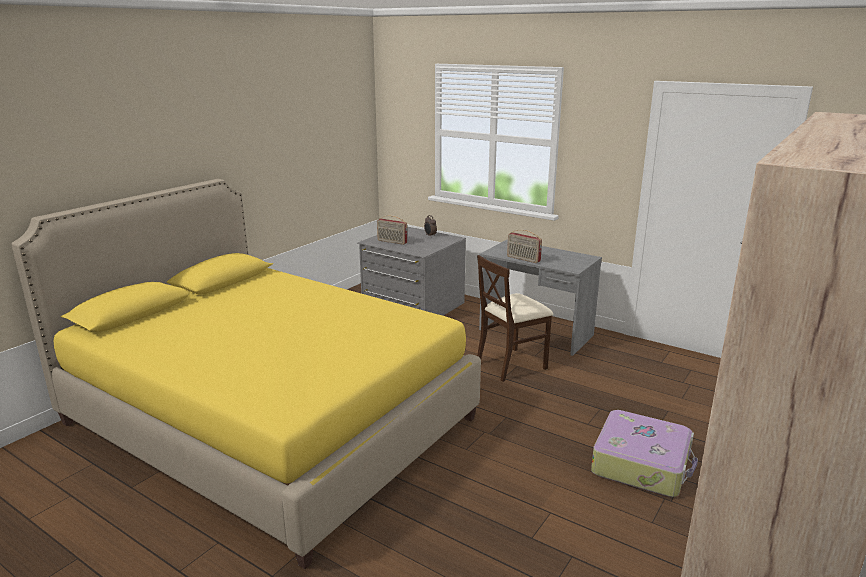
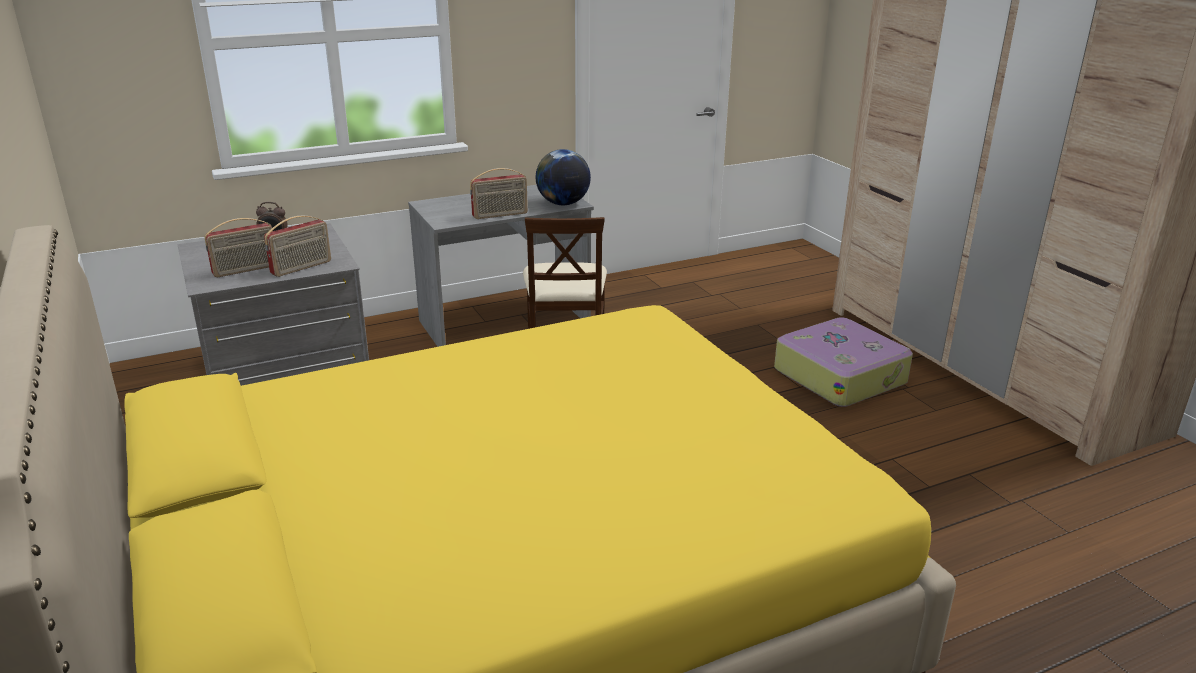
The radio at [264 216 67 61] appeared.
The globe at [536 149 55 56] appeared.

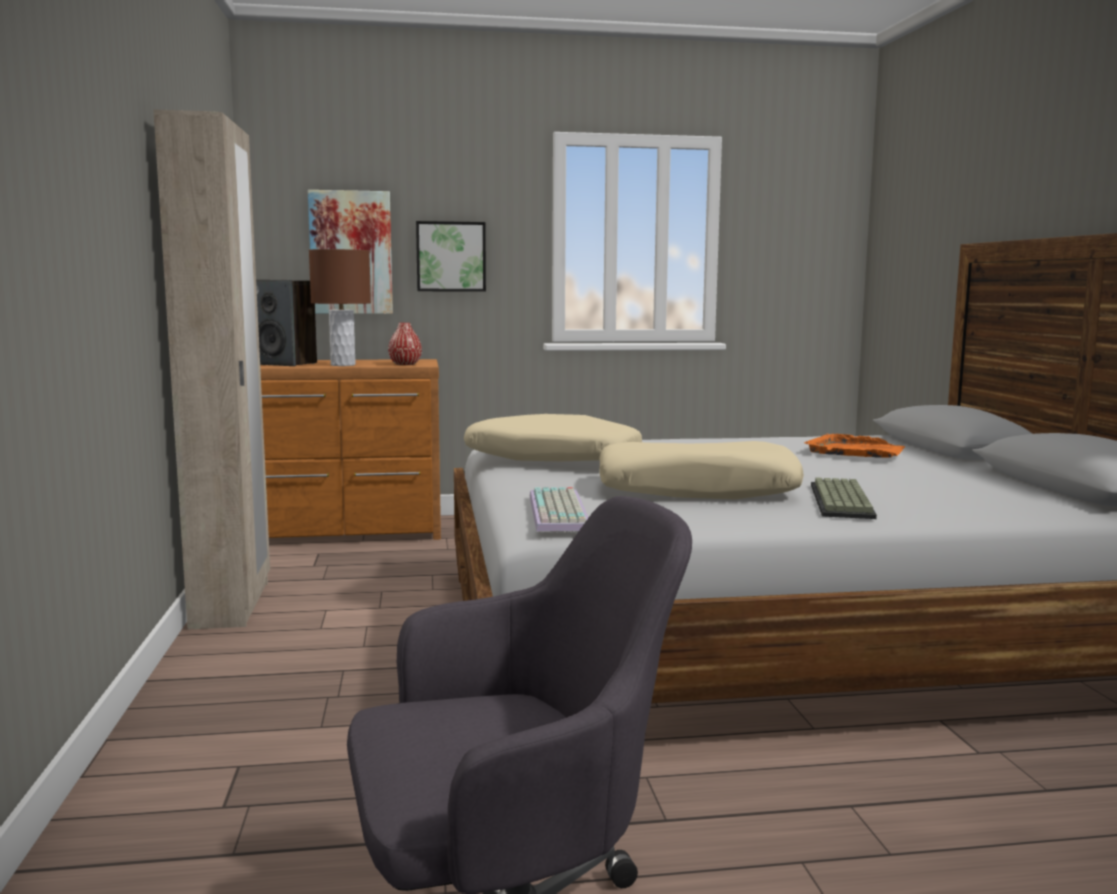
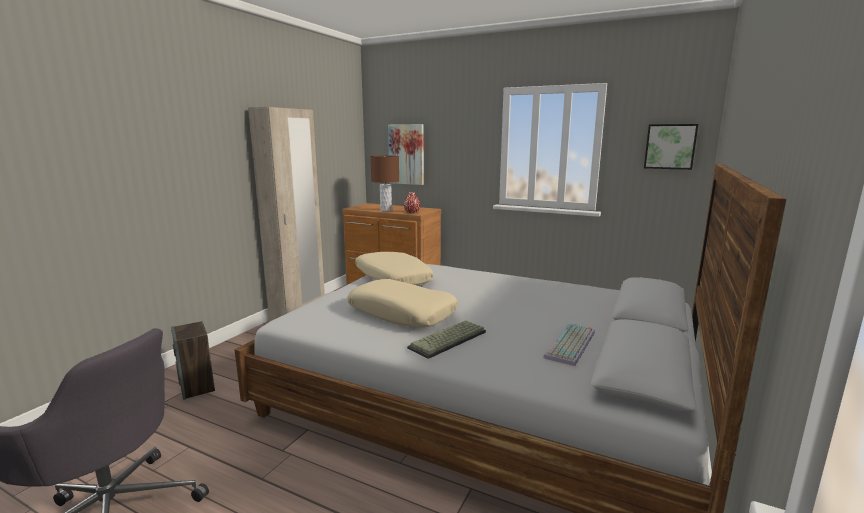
The enceinte moved from [256 279 61 87] to [171 321 44 79].
The tableau moved from [416 221 70 71] to [644 124 54 46].
The clavier moved from [530 487 59 45] to [543 323 52 43].
The plateau [orange] at [804 433 101 25] disappeared.

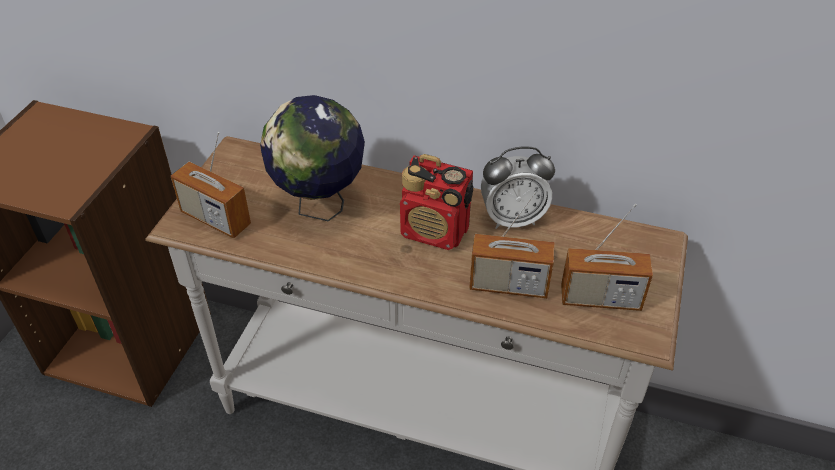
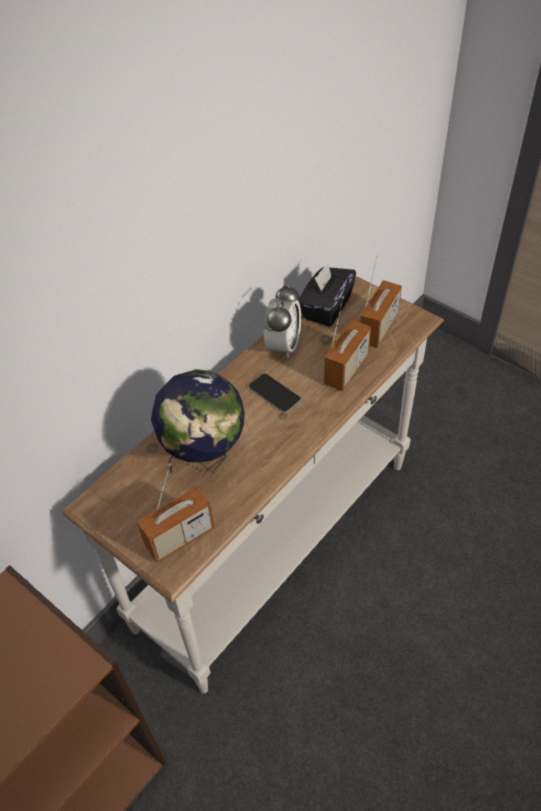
The radio at [400 154 73 96] was replaced by the téléphone at [249 373 52 40].
The boîte à mouchoirs [noir] at [298 262 58 65] appeared.

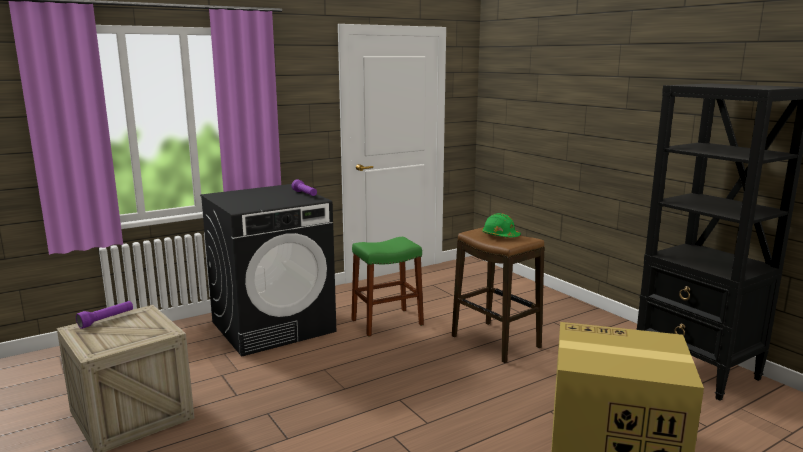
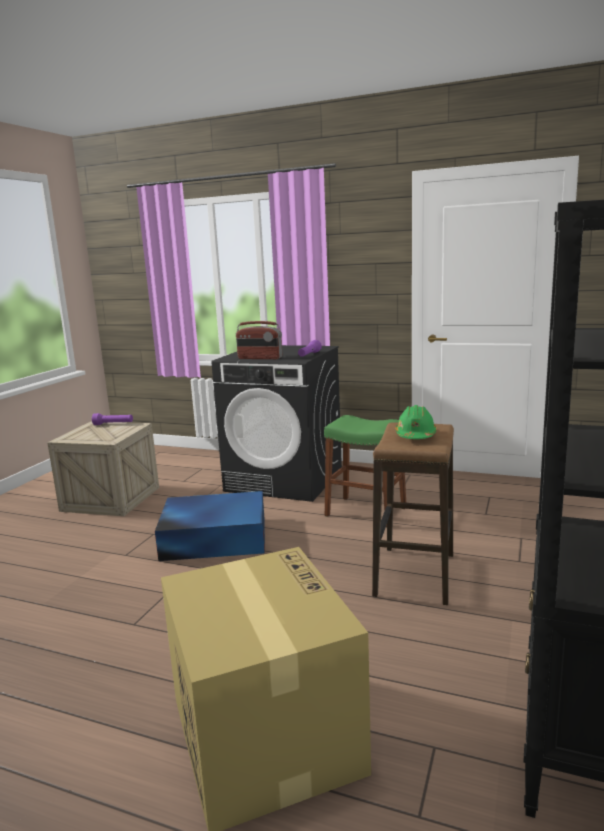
The boîte de rangement [bleu] at [155 491 110 70] appeared.
The radio at [236 321 46 38] appeared.

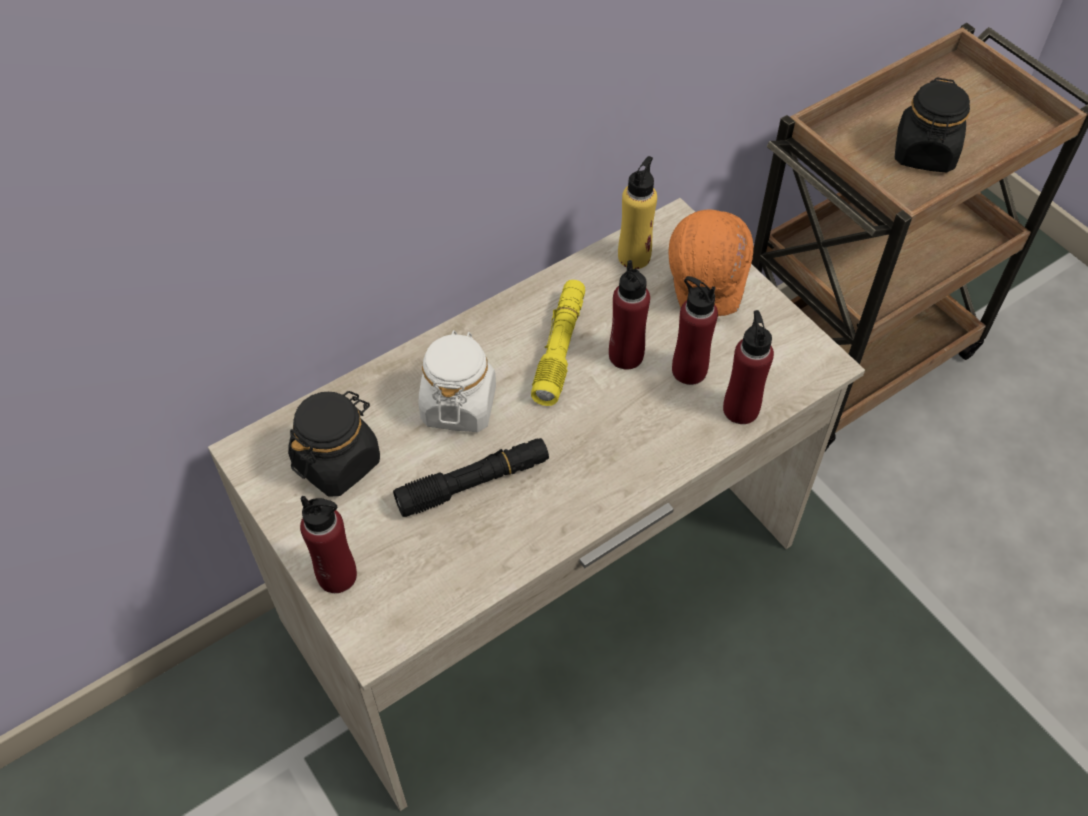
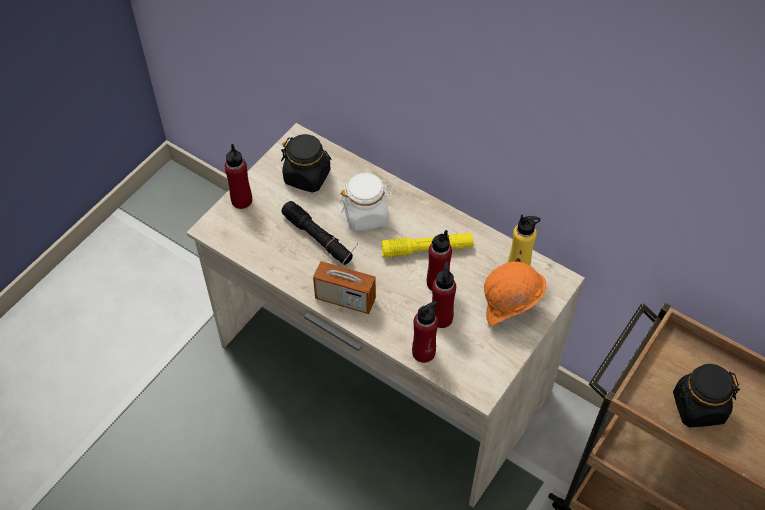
The radio at [313 243 63 71] appeared.

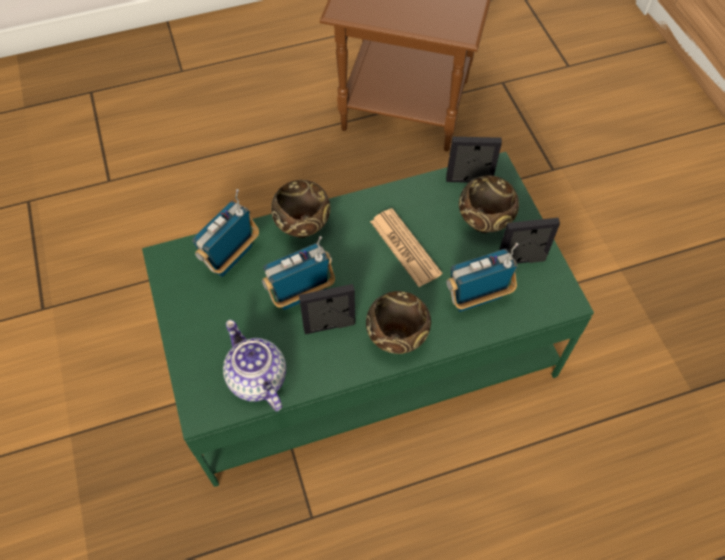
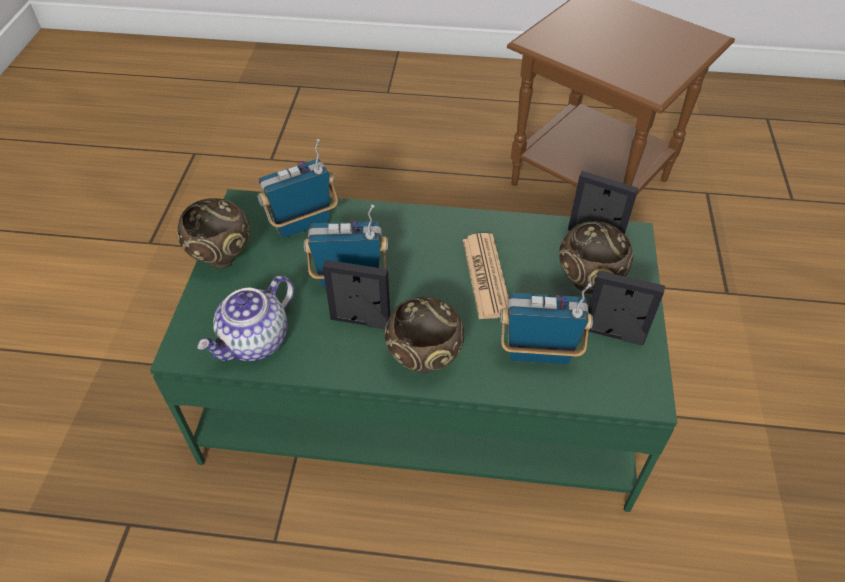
The théière at [223 320 63 92] turned 135 degrees counterclockwise.
The bol [marron] moved from [271 180 60 58] to [177 198 73 71].

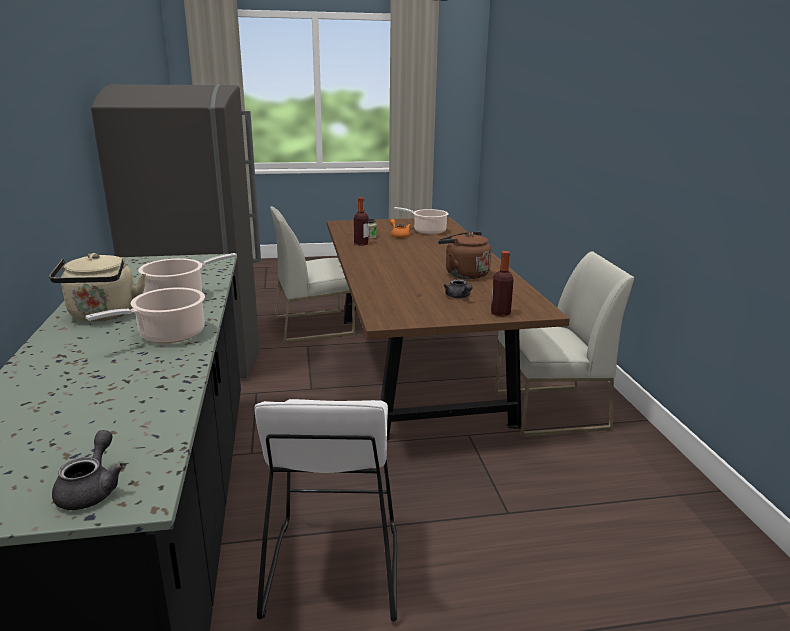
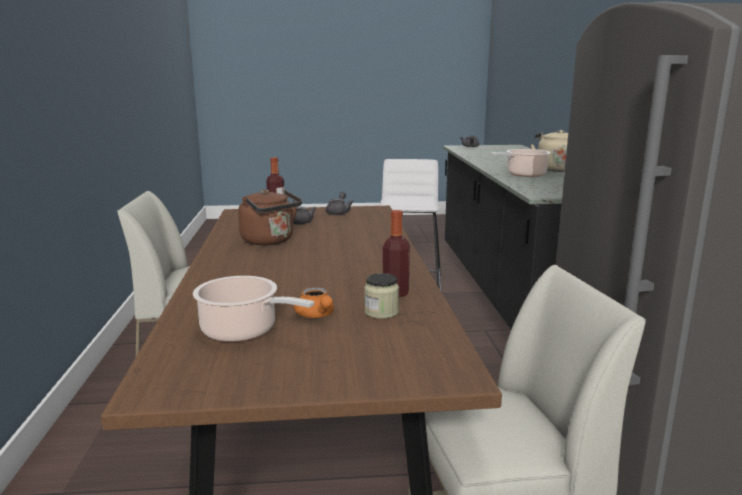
The marmite at [85 287 120 56] disappeared.
The théière [gris] at [326 192 28 23] appeared.

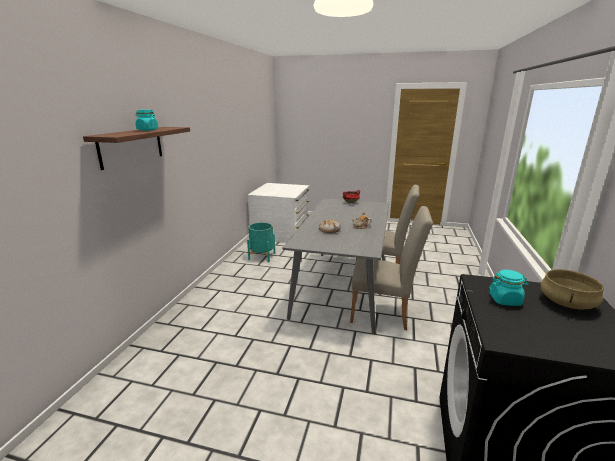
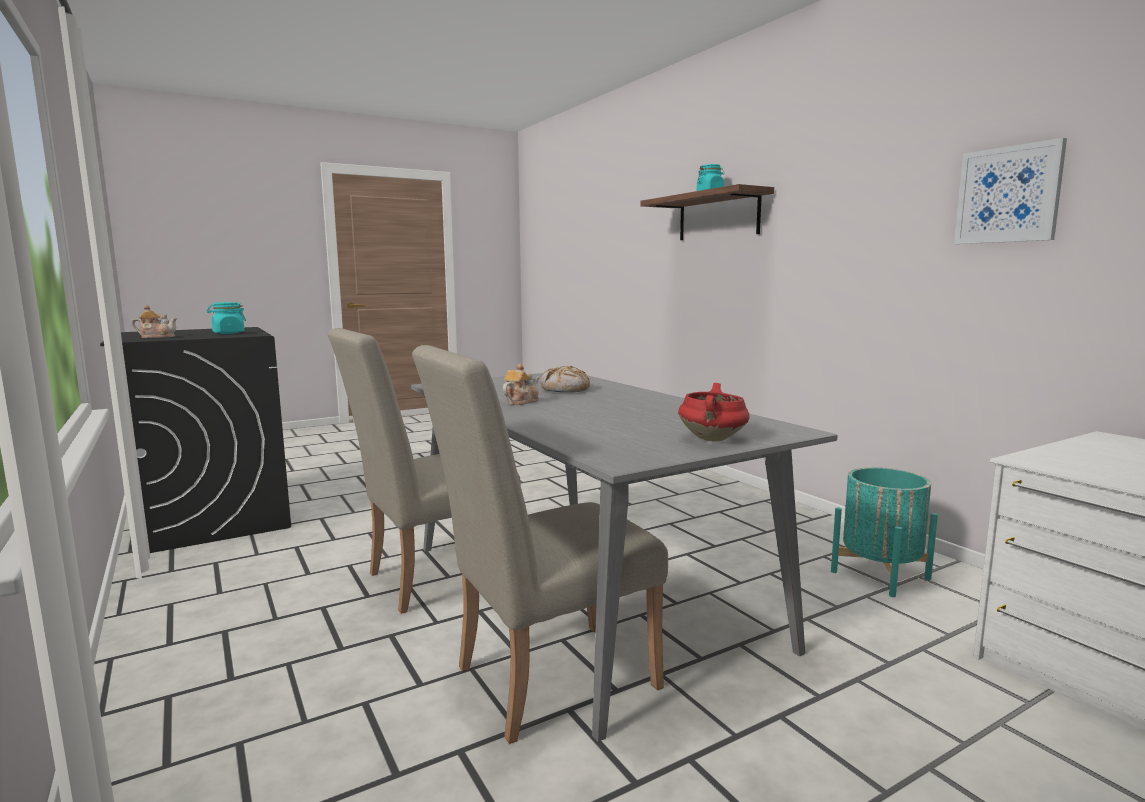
The marmite [beige] at [541 269 63 40] was replaced by the théière at [132 305 45 33].
The tableau at [954 138 113 106] appeared.

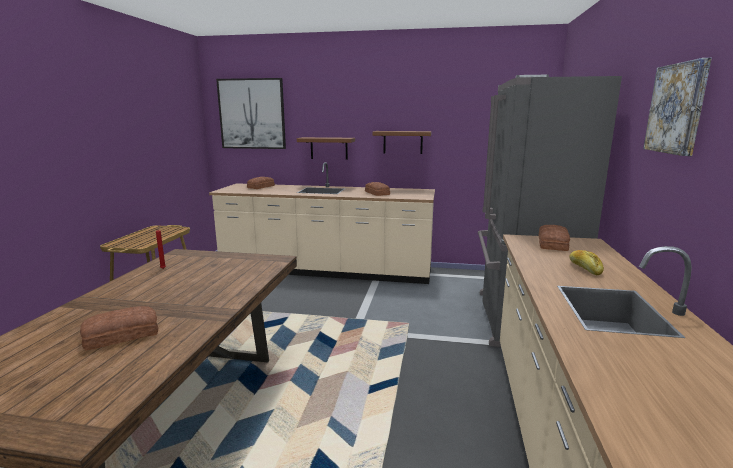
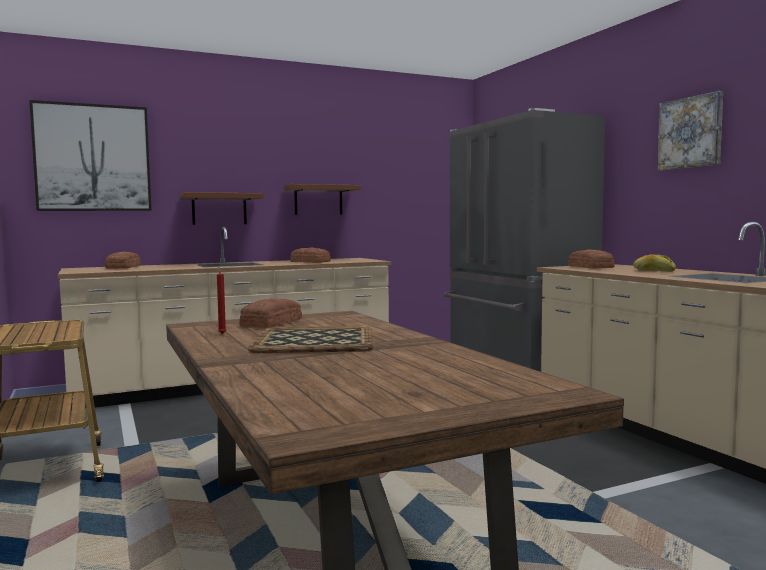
The pain moved from [80 306 78 45] to [239 298 63 30].
The plateau at [248 326 125 27] appeared.

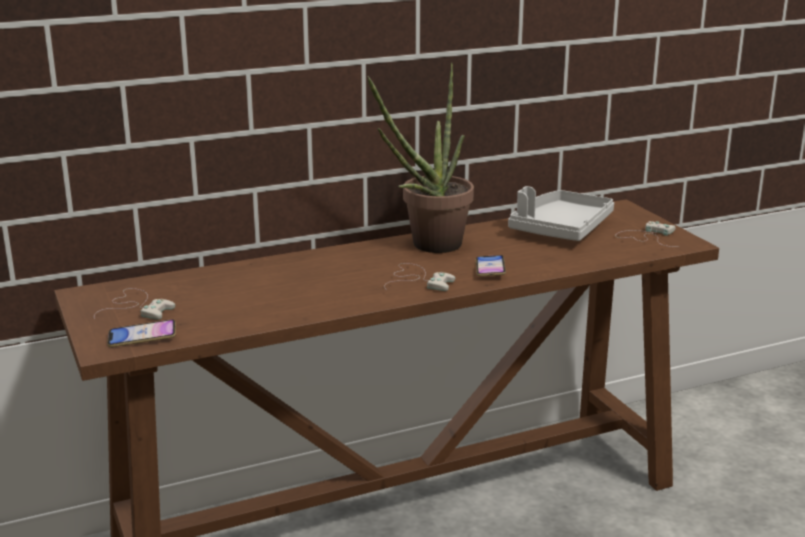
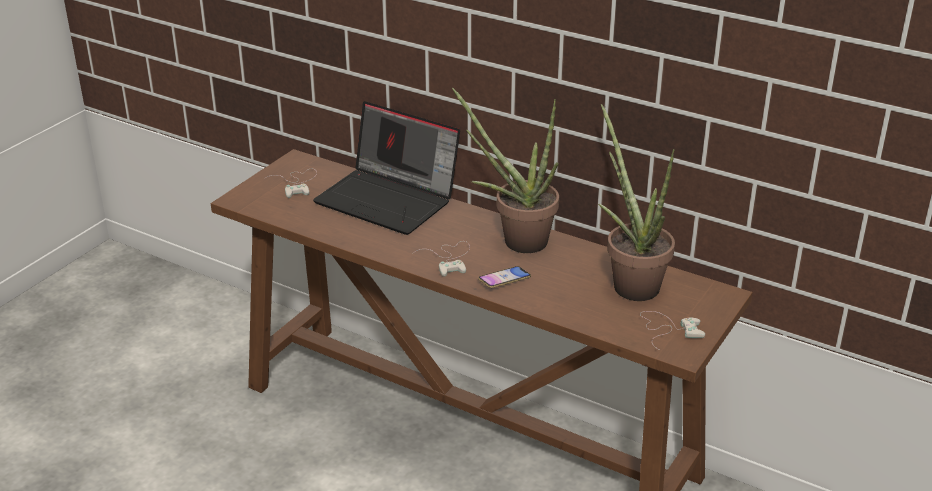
The téléphone at [107 319 69 28] disappeared.
The plateau [gris] at [508 186 106 55] was replaced by the plante en pot at [598 104 77 197].
The ordinateur portable at [313 101 147 134] appeared.

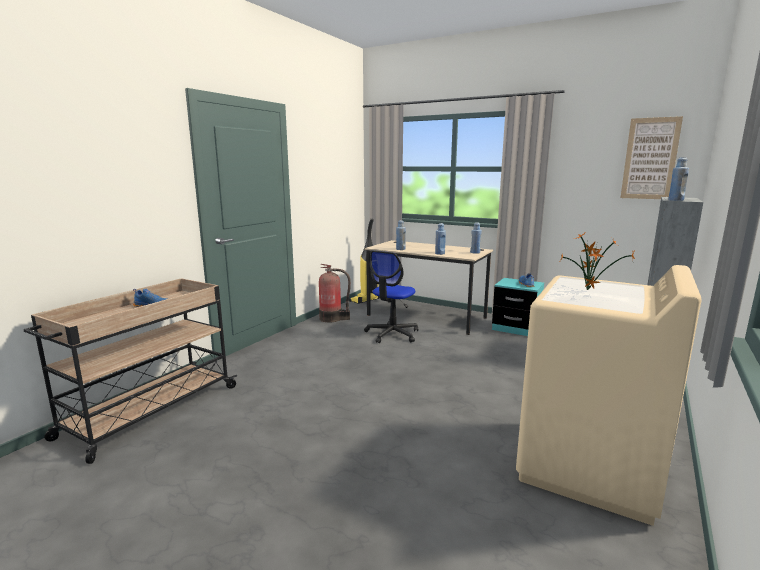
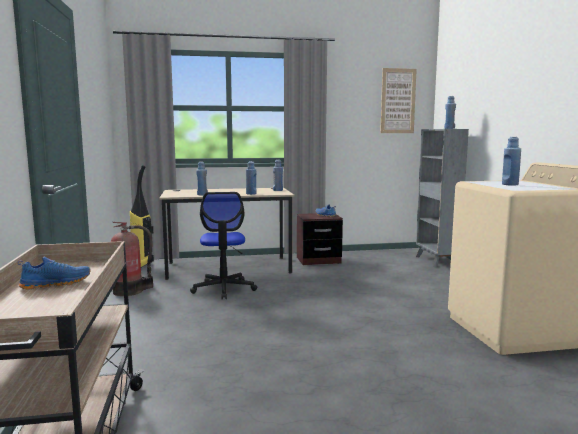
The table de chevet [turquoise] at [492 278 52 58] became the table de chevet [marron] at [297 213 46 52].
The plante en pot at [559 231 76 59] was replaced by the bouteille [bleu] at [502 137 19 49].

